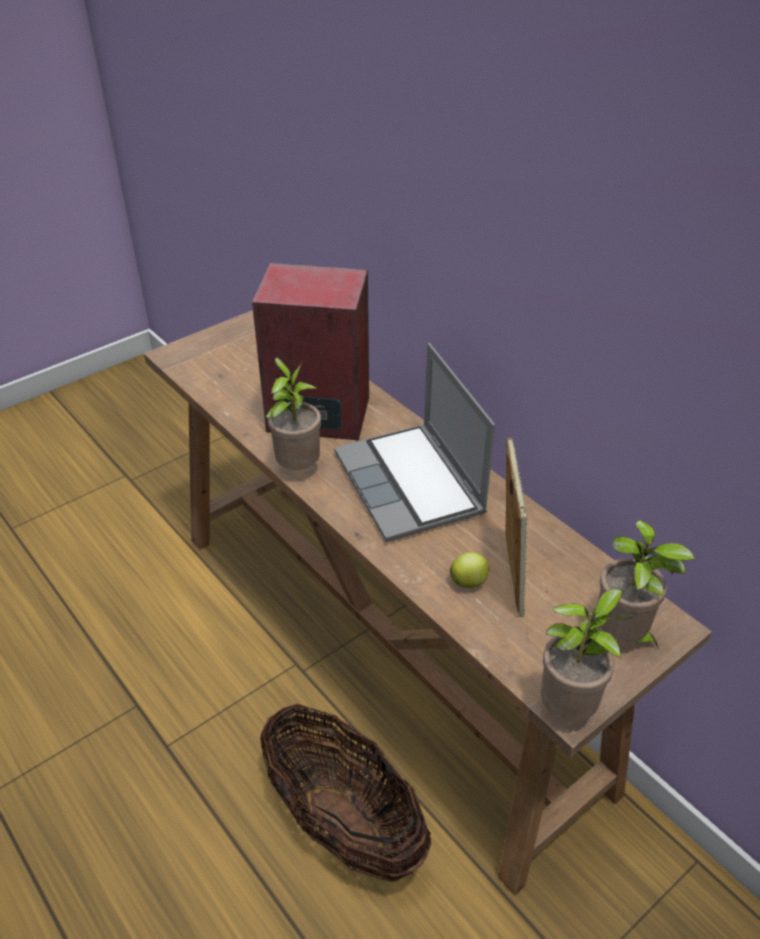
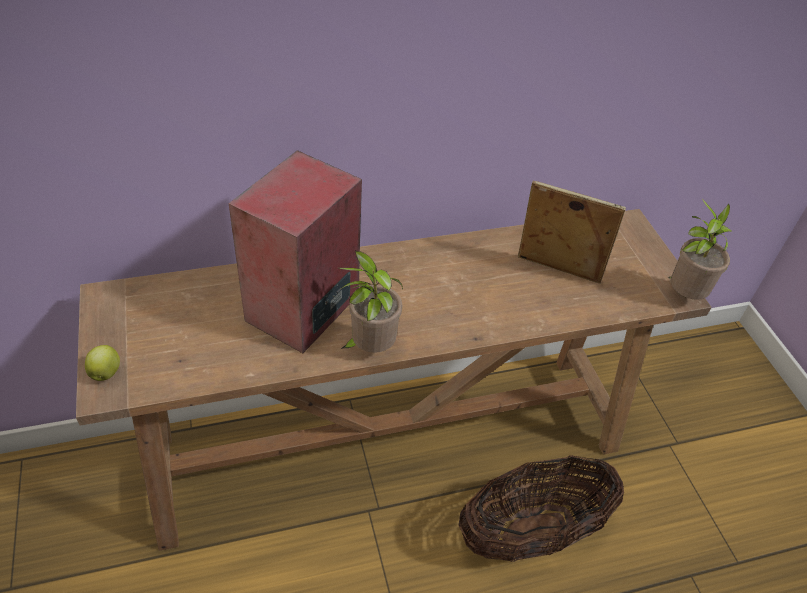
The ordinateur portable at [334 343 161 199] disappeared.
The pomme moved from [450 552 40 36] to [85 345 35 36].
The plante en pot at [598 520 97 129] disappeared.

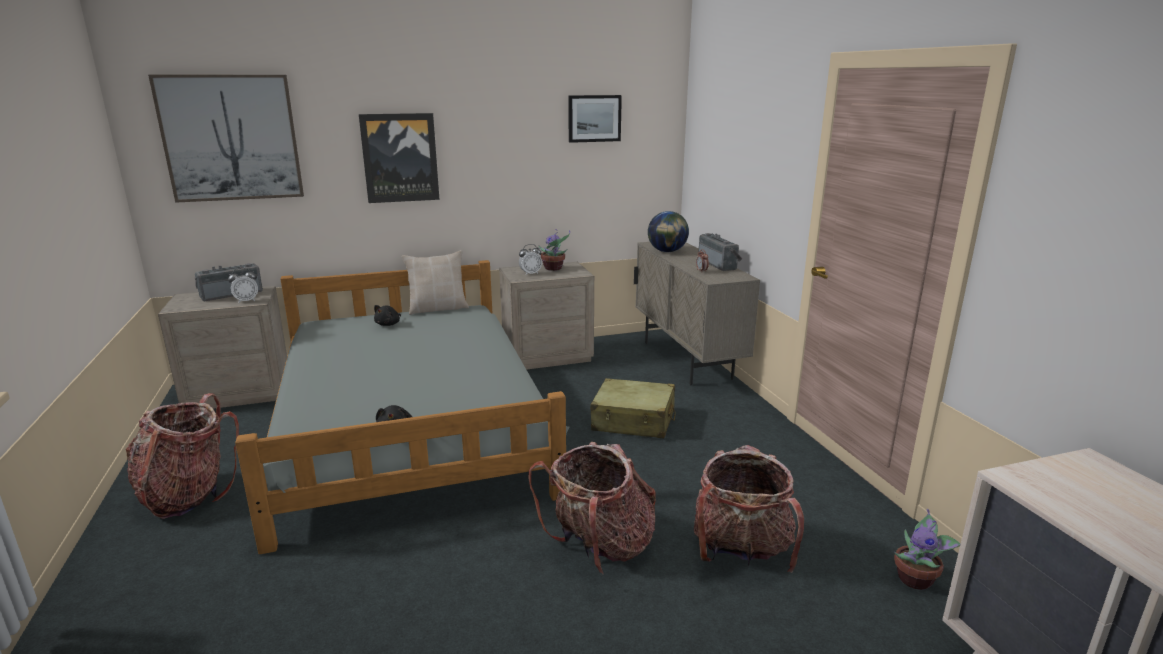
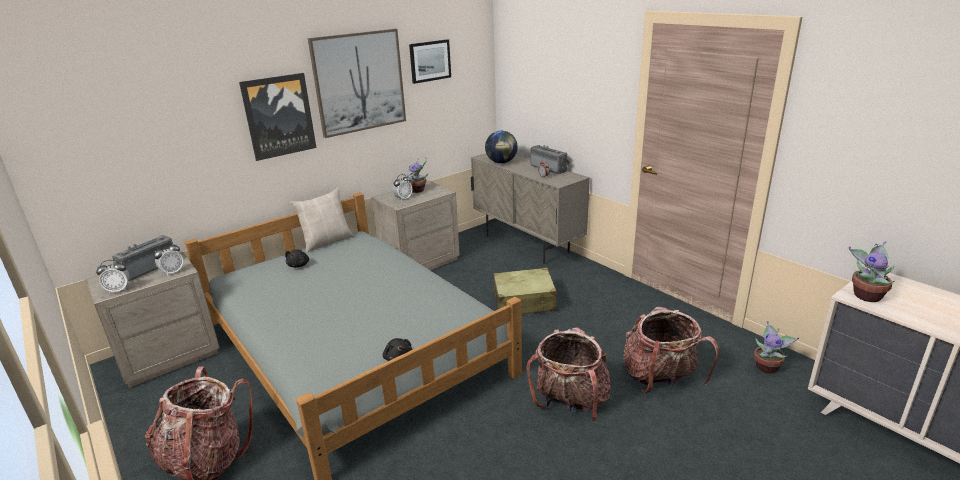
The tableau moved from [148 75 156 128] to [308 29 98 109].
The réveil at [96 260 34 33] appeared.
The plante en pot at [849 241 46 61] appeared.

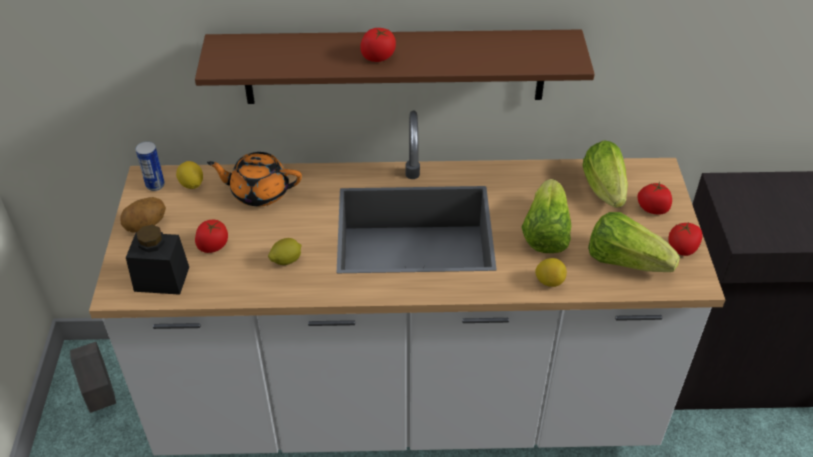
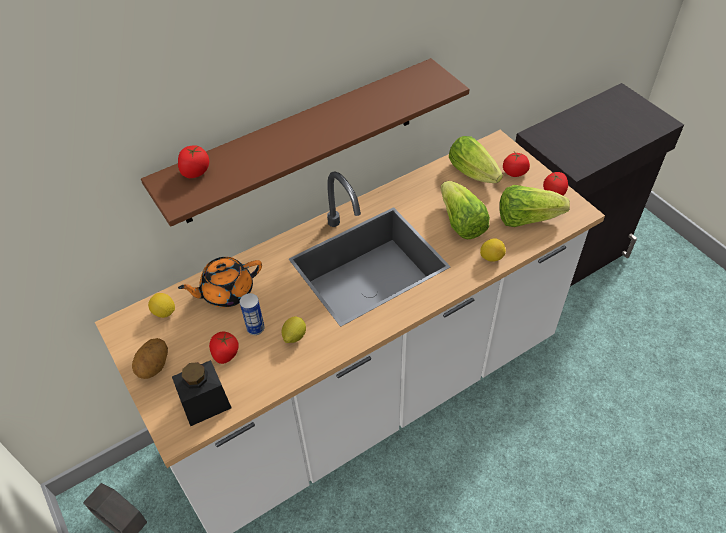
The boîte métallique moved from [136 141 29 50] to [240 293 25 42].
The tomate moved from [360 28 36 34] to [178 145 31 33].

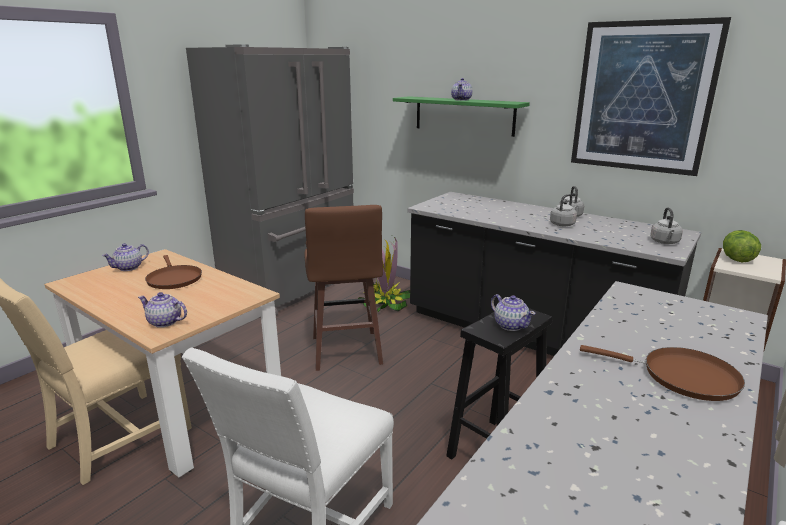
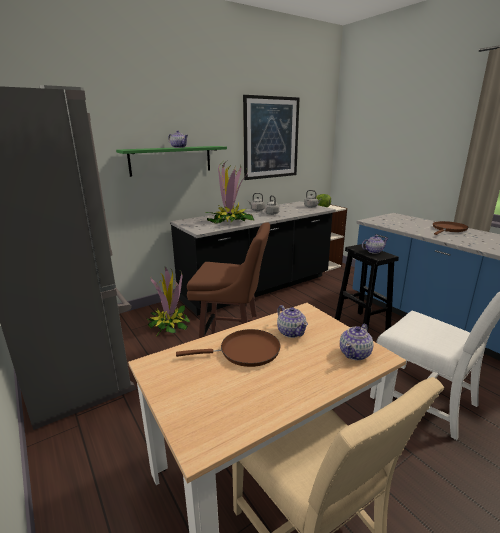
The théière moved from [102 243 47 28] to [277 305 31 33].
The plante en pot at [205 161 49 63] appeared.

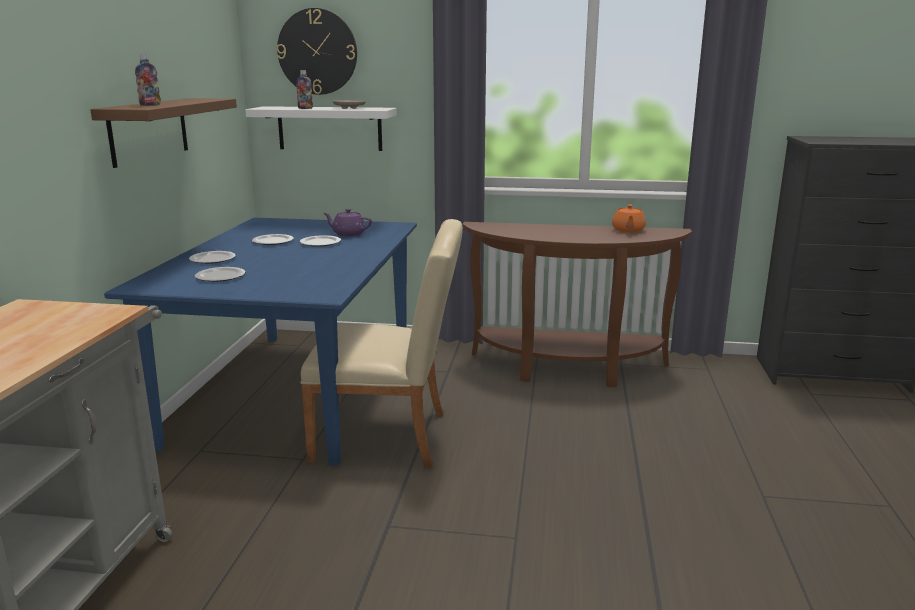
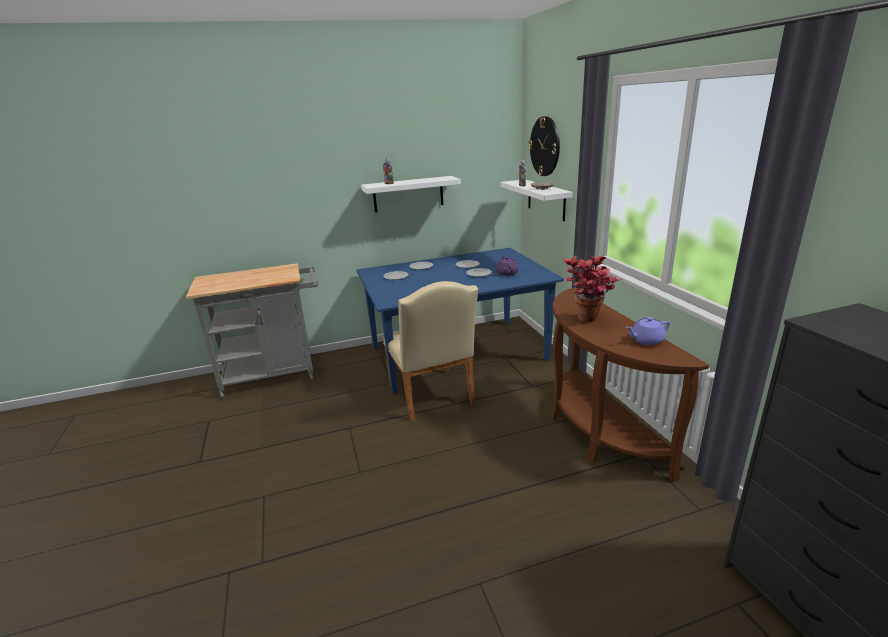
The étagère [marron] at [90 98 147 70] became the étagère [blanc] at [361 176 100 37].
The théière [orange] at [612 205 34 28] became the théière [violet] at [626 317 44 28].
The plante en pot at [563 254 55 68] appeared.

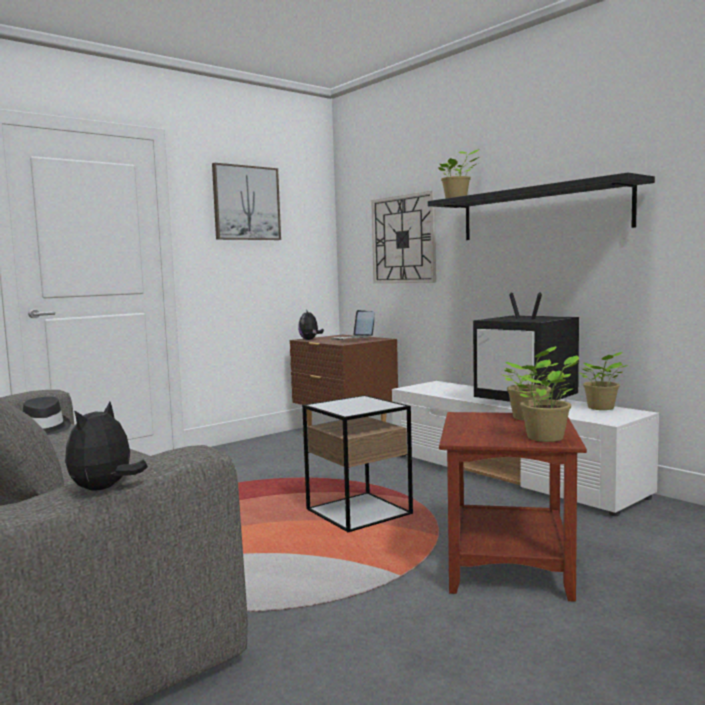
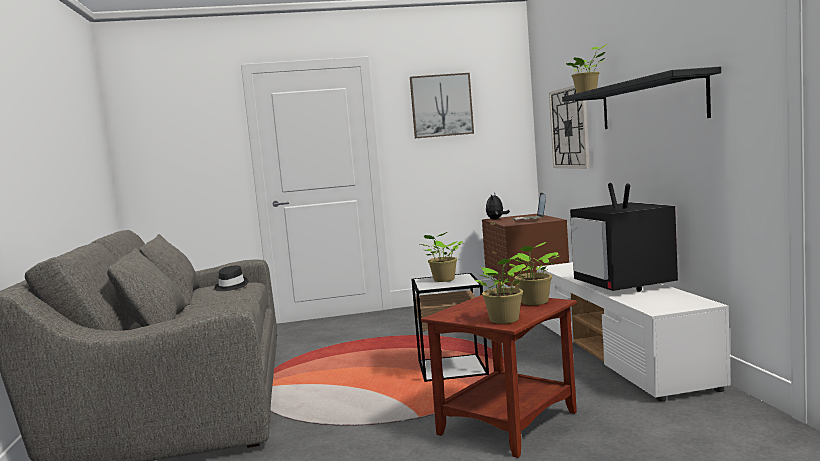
The peluche at [65 401 83 90] disappeared.
The plante en pot moved from [577 352 51 58] to [420 232 43 50].

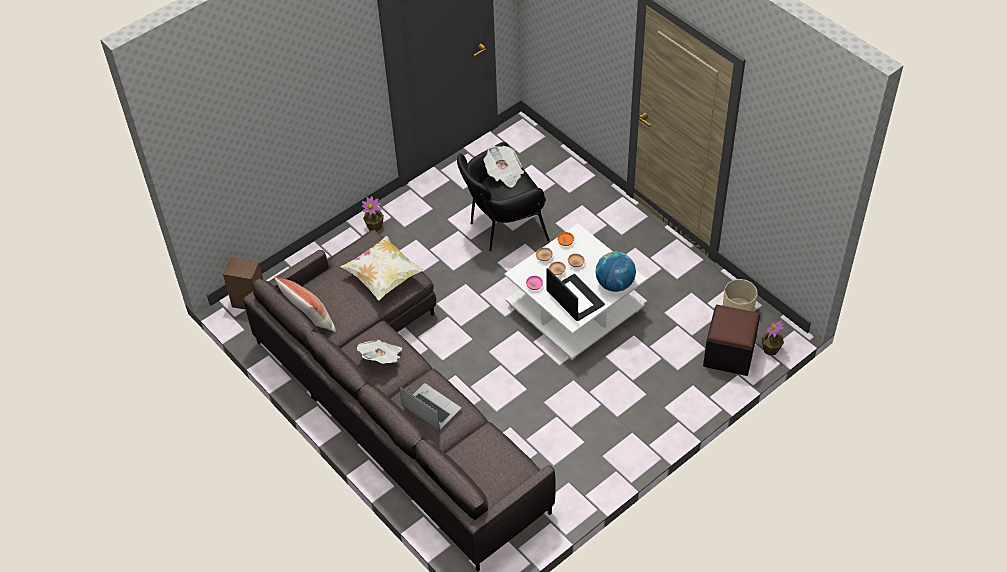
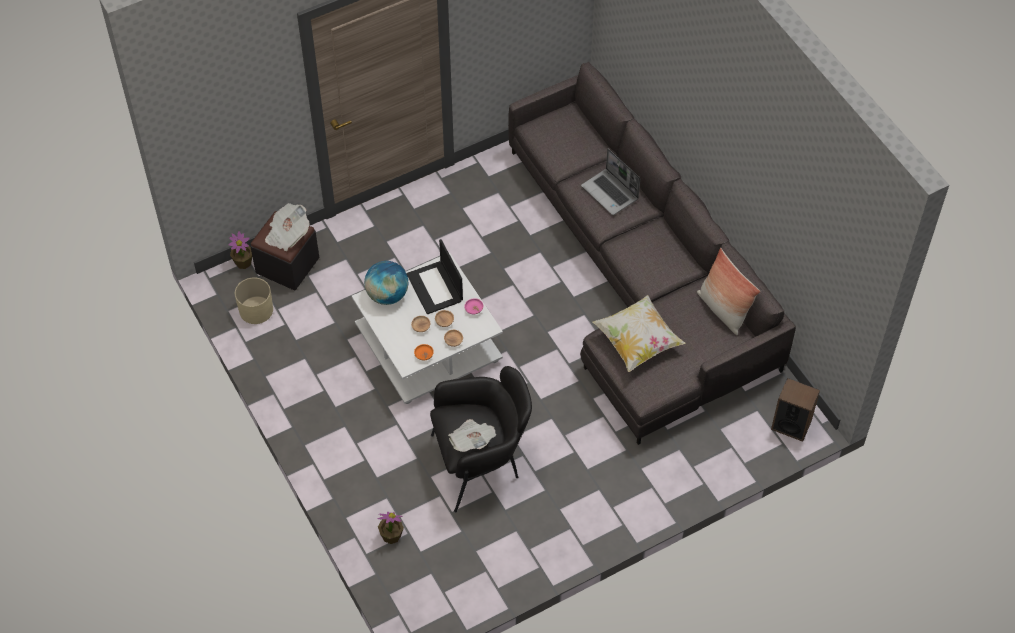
The journal moved from [357 340 45 24] to [265 203 44 48].
The plante en pot moved from [362 196 22 35] to [378 512 26 32].

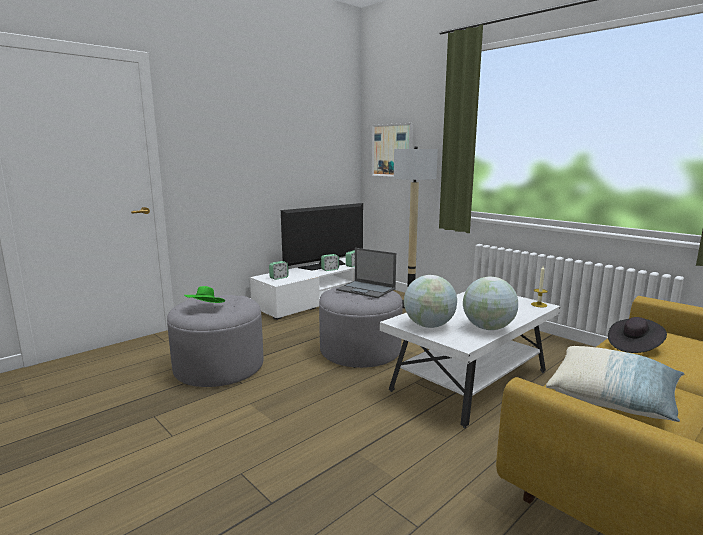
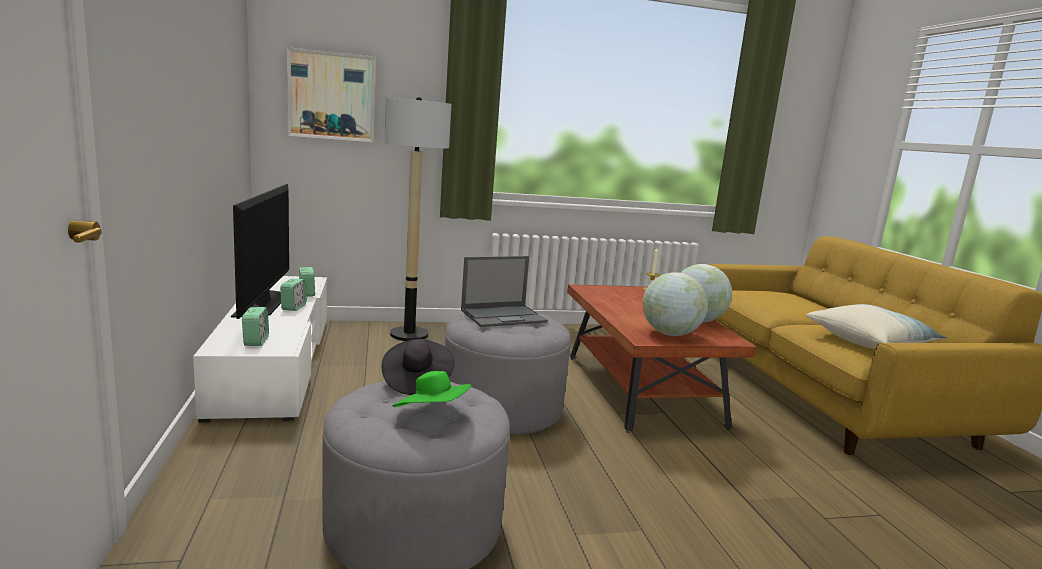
The table basse [blanc] at [380 291 180 137] became the table basse [marron] at [567 284 189 149].
The chapeau [noir] moved from [608 317 59 36] to [382 339 73 56].

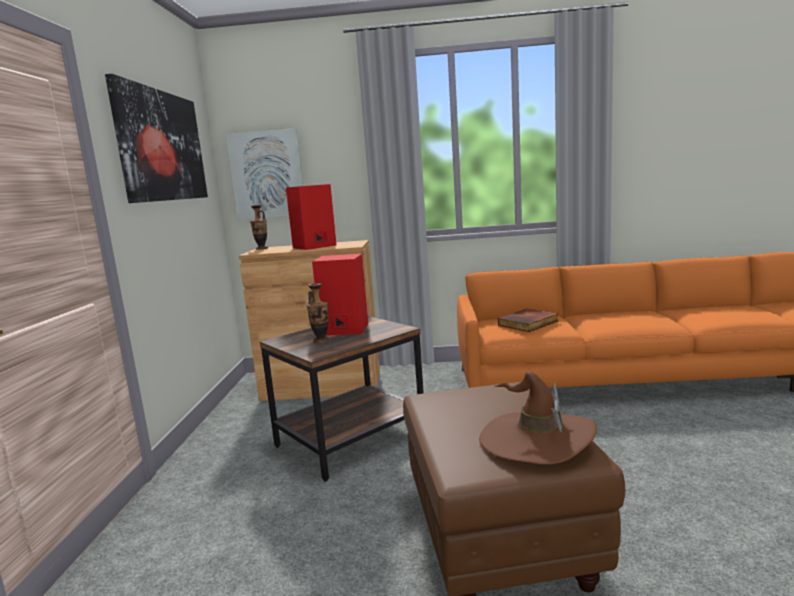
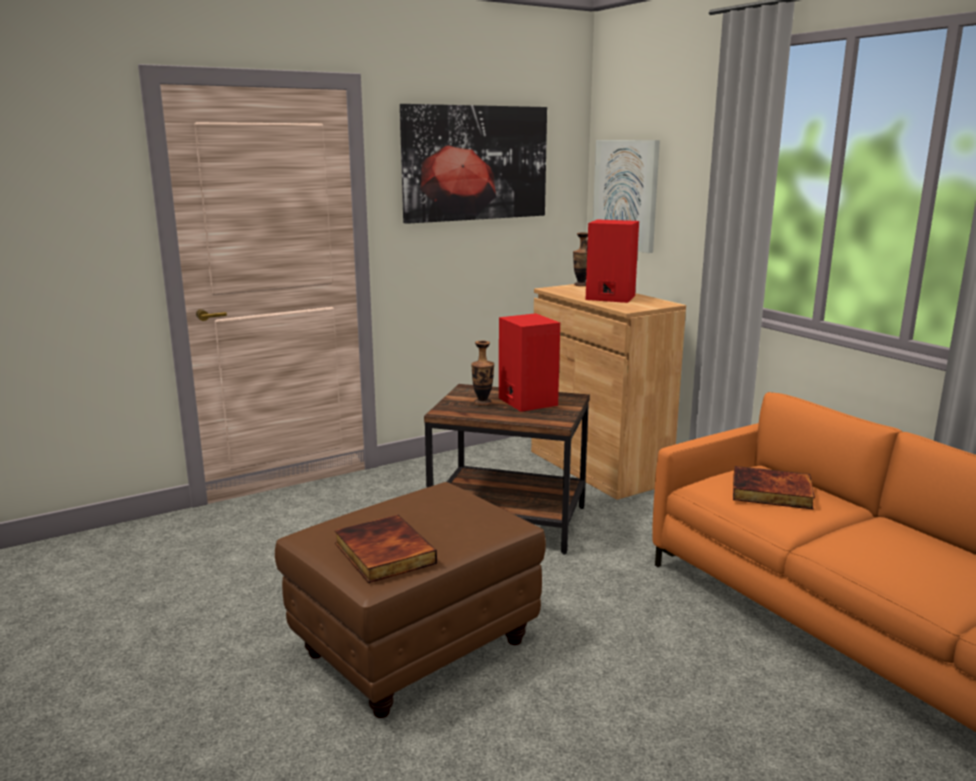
The chapeau [marron] at [479 371 118 94] was replaced by the livre at [335 515 102 68].

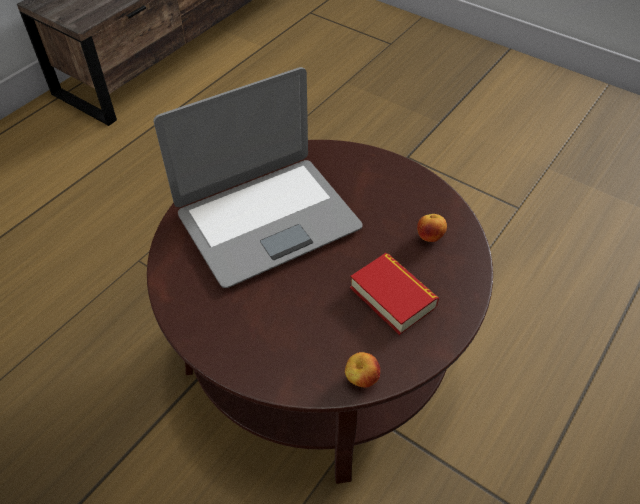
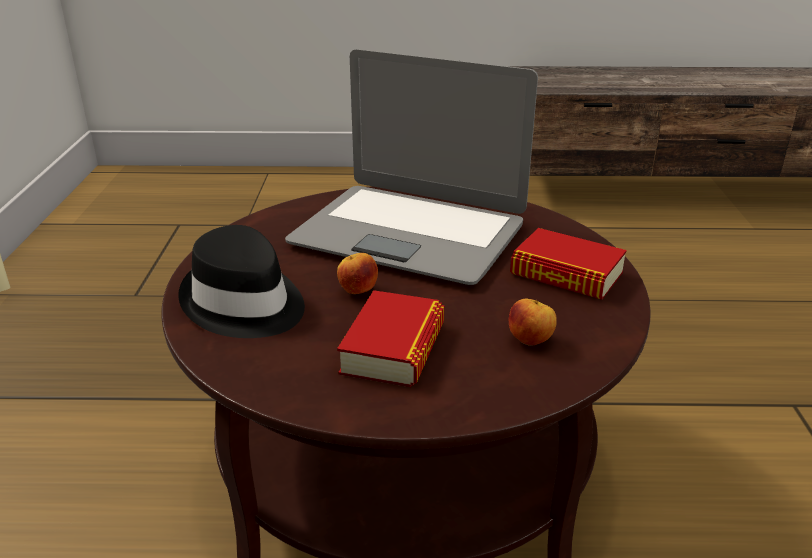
The pomme moved from [345 352 35 36] to [337 253 41 41].
The chapeau [noir] at [178 225 127 113] appeared.
The livre at [510 228 117 72] appeared.

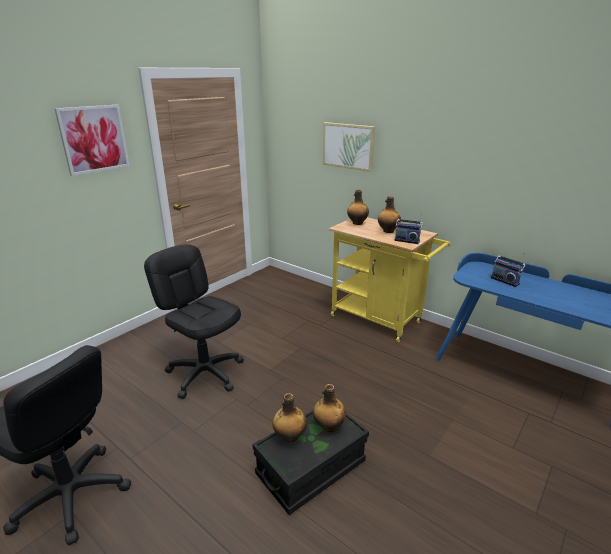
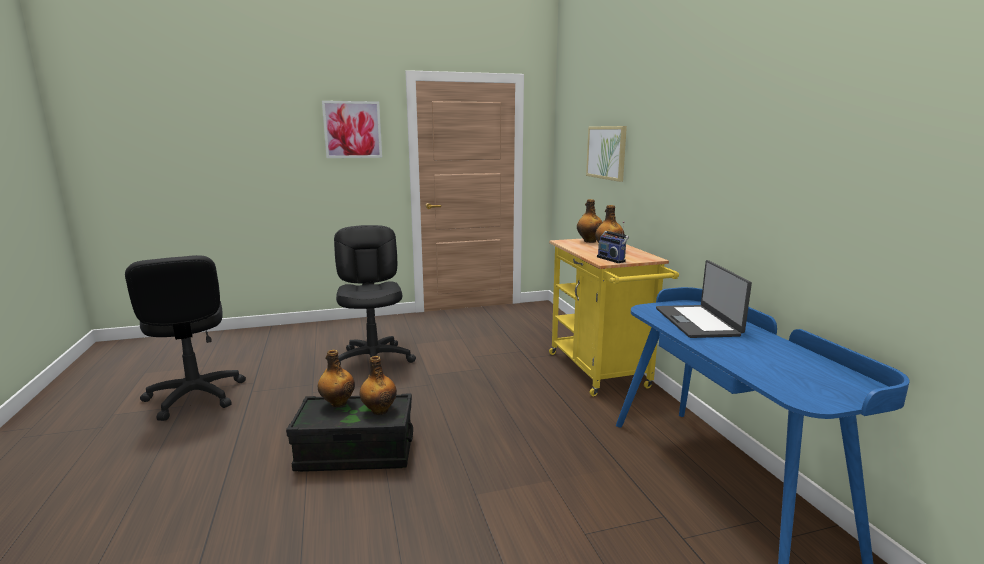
The radio at [491 253 35 34] was replaced by the ordinateur portable at [656 260 96 78].

